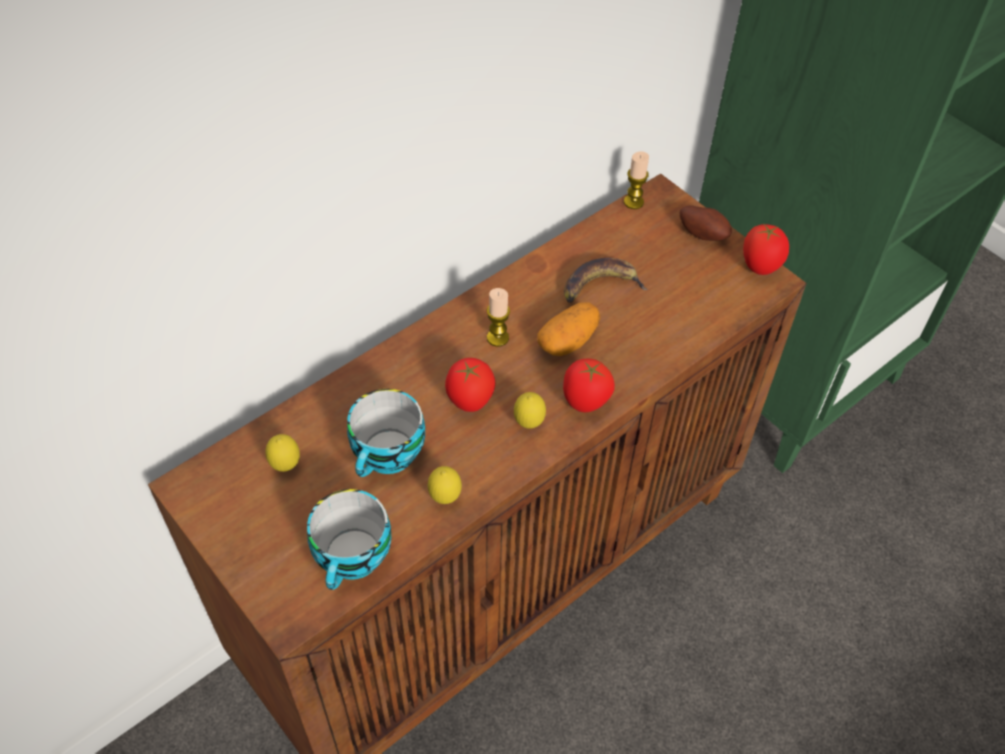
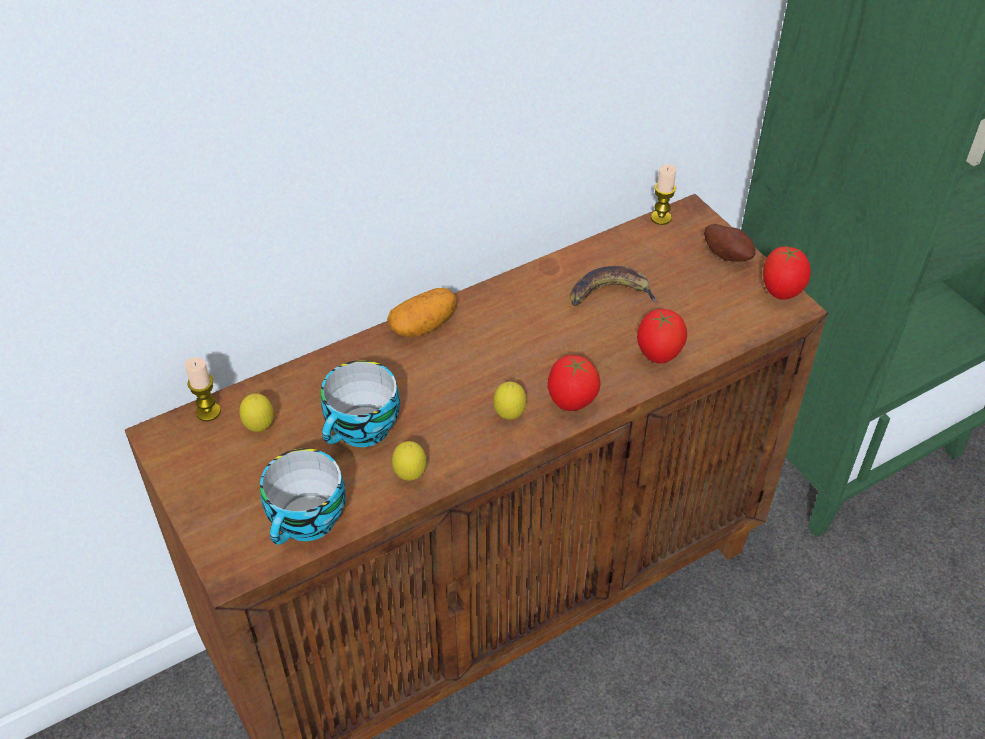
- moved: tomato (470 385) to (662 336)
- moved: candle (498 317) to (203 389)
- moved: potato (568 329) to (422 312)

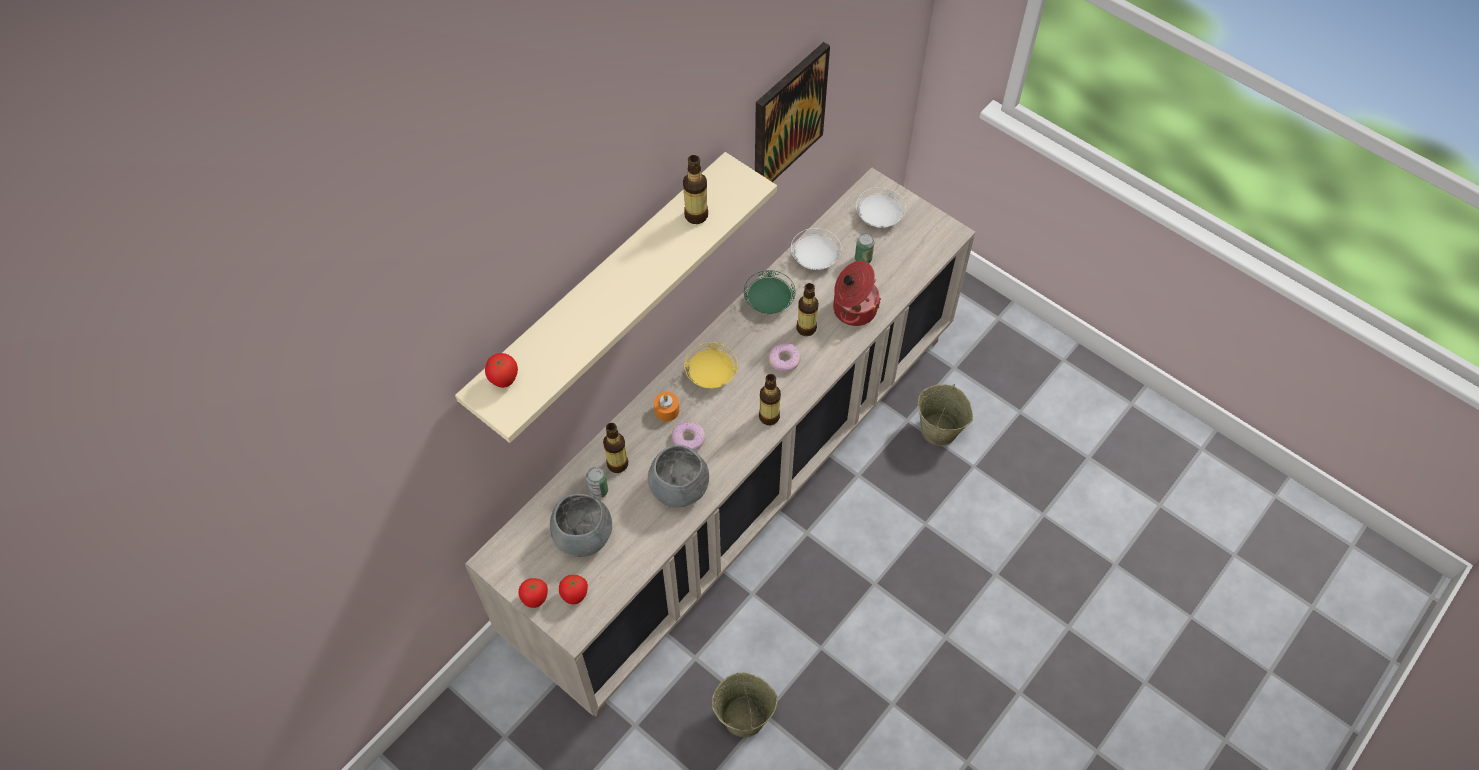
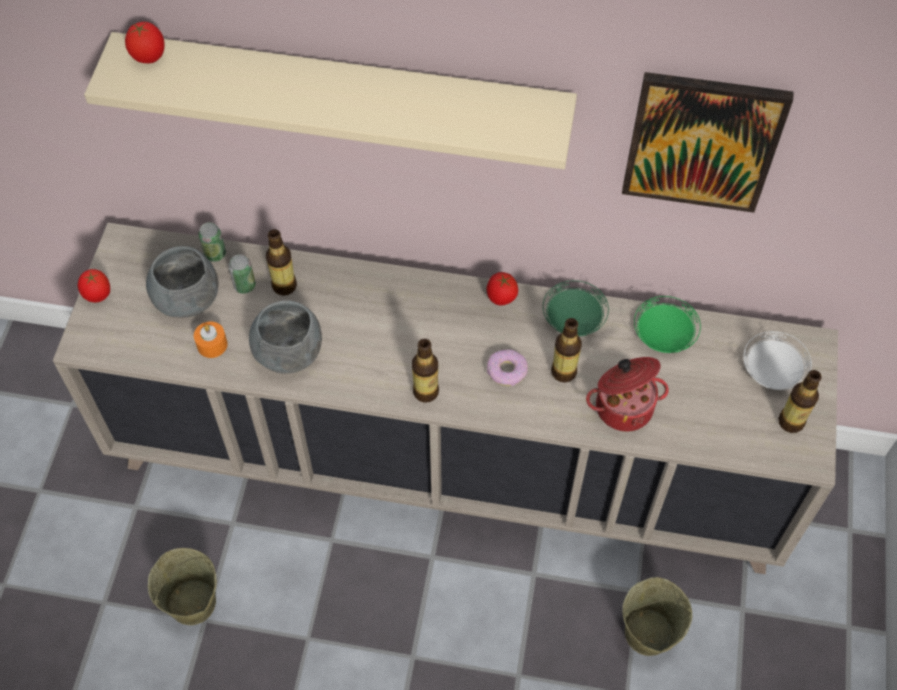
- removed: donut (688 436)
- removed: yellow plate (711 365)
- moved: tomato (573 589) to (502 288)
- moved: orange candle (666 407) to (211 340)
- moved: bottle (695 189) to (800 401)
- moved: can (864 248) to (212 242)
- recoloured: white plate (816 249) to green plate (667 324)

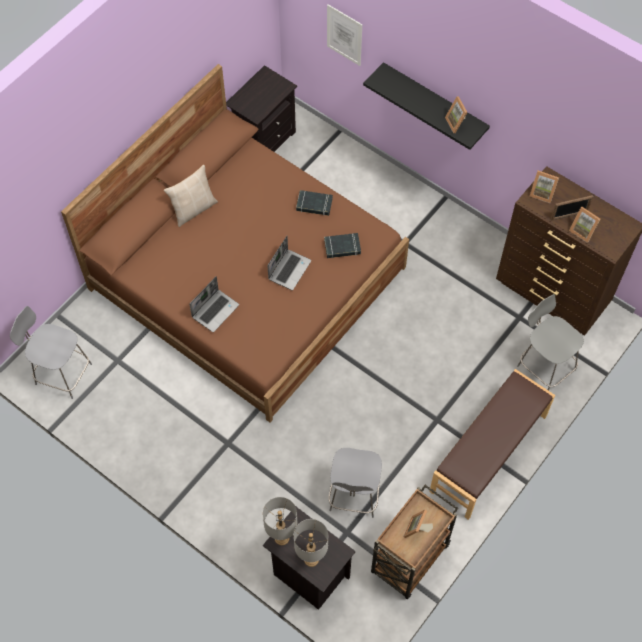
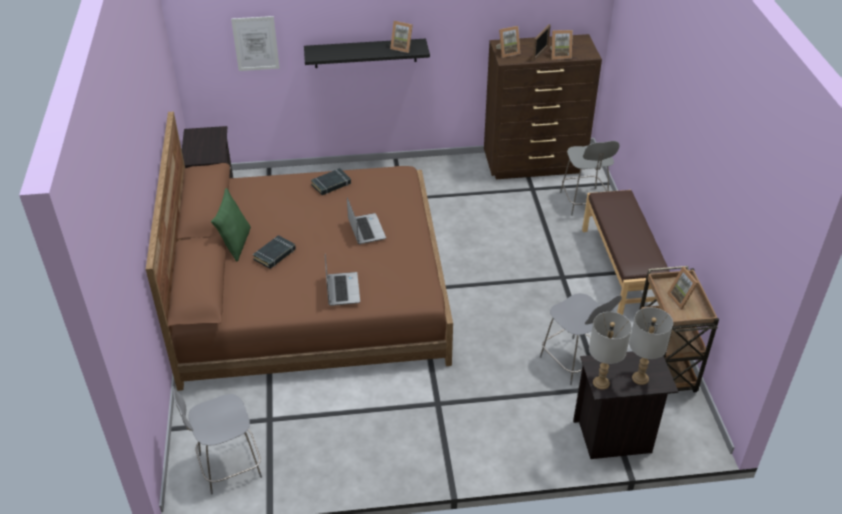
- moved: black book (342 245) to (274 252)
- recoloured: beige pillow (191 196) to green pillow (231 224)
- turned: grey chair (550 342) = (590 178) 105 degrees counterclockwise

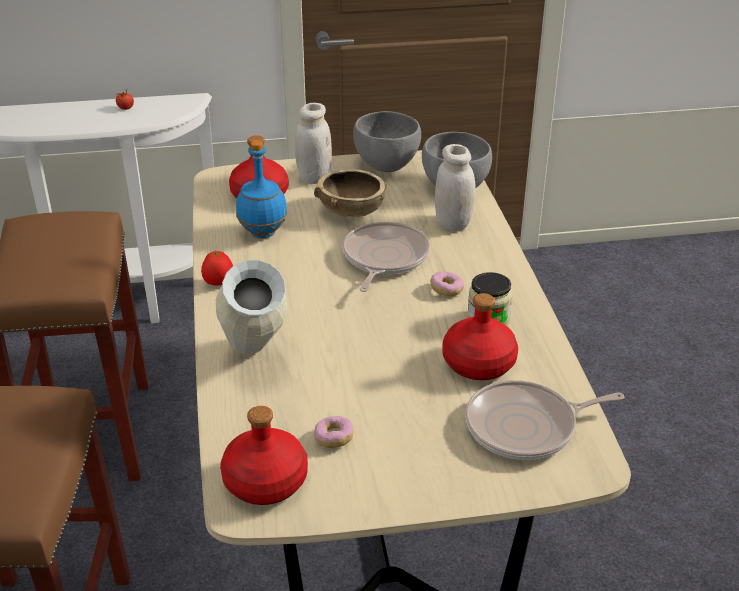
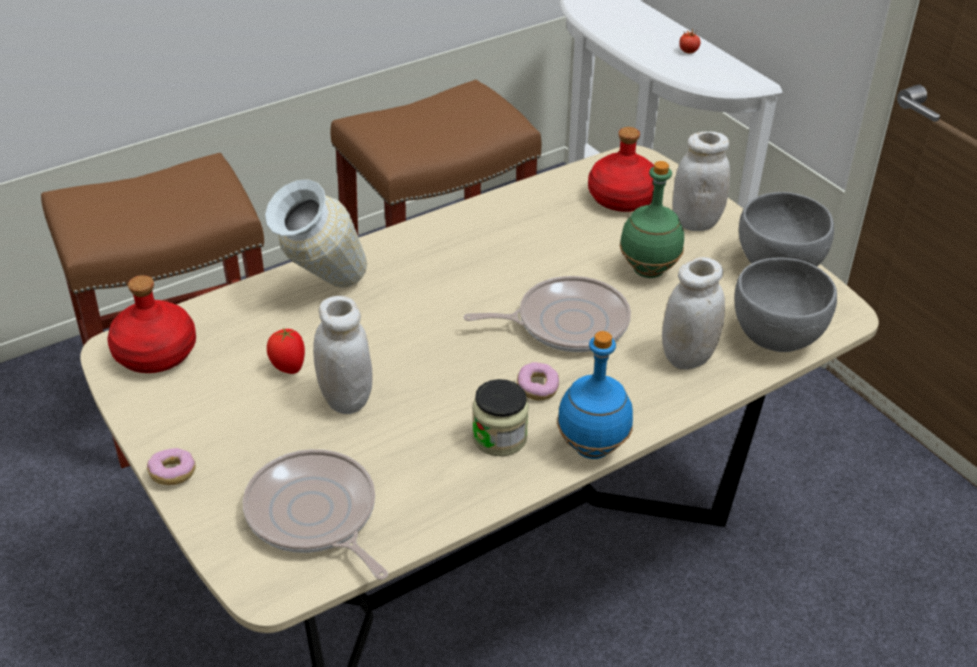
- removed: red bottle (480 336)
- added: white jar (343 355)
- moved: tomato (217 268) to (286 351)
- moved: blue bottle (261 190) to (595 395)
- moved: donut (334 432) to (171 466)
- replaced: brown bowl (350 193) to green bottle (652 219)

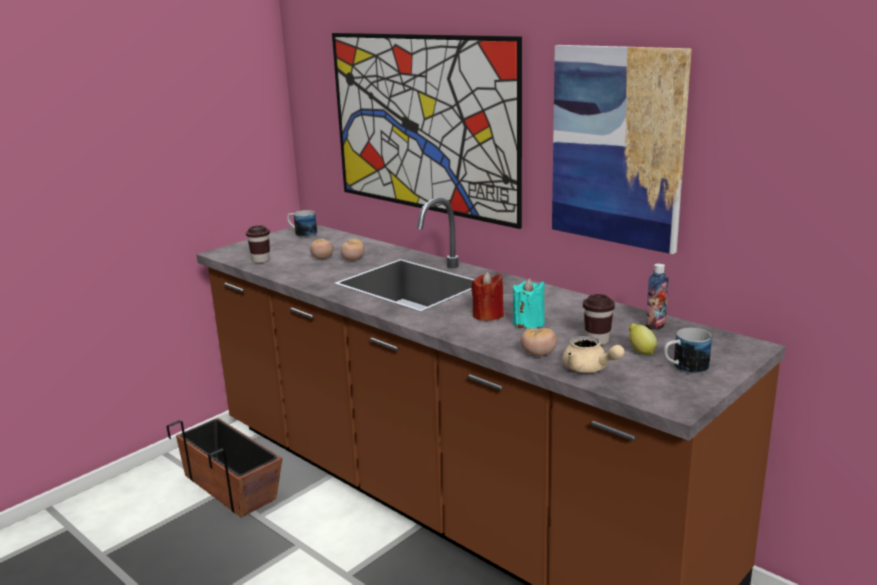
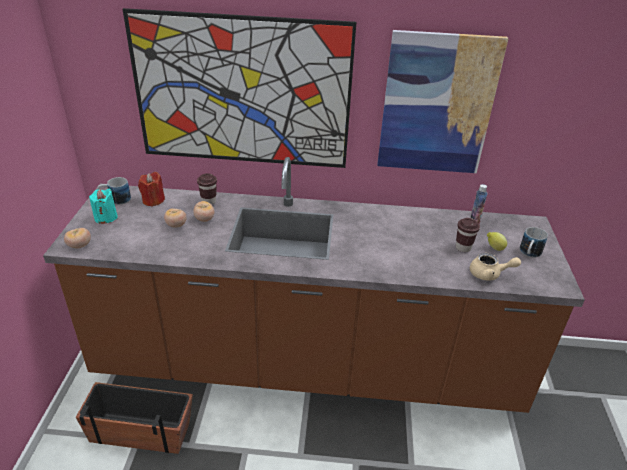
- moved: brown cup (258 244) to (207 189)
- moved: red candle (487 296) to (151 189)
- moved: turquoise candle (529 303) to (103 206)
- moved: tomato (539 342) to (77 238)

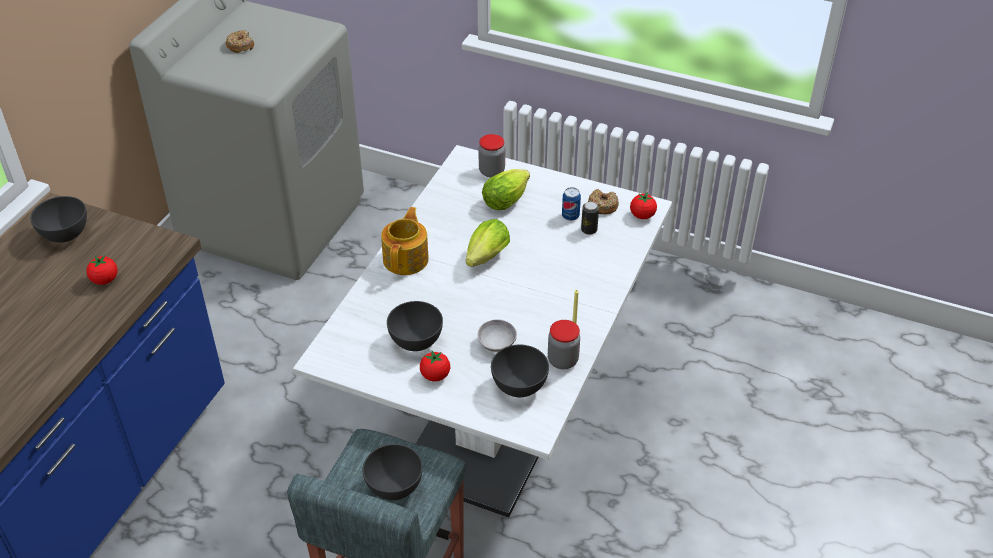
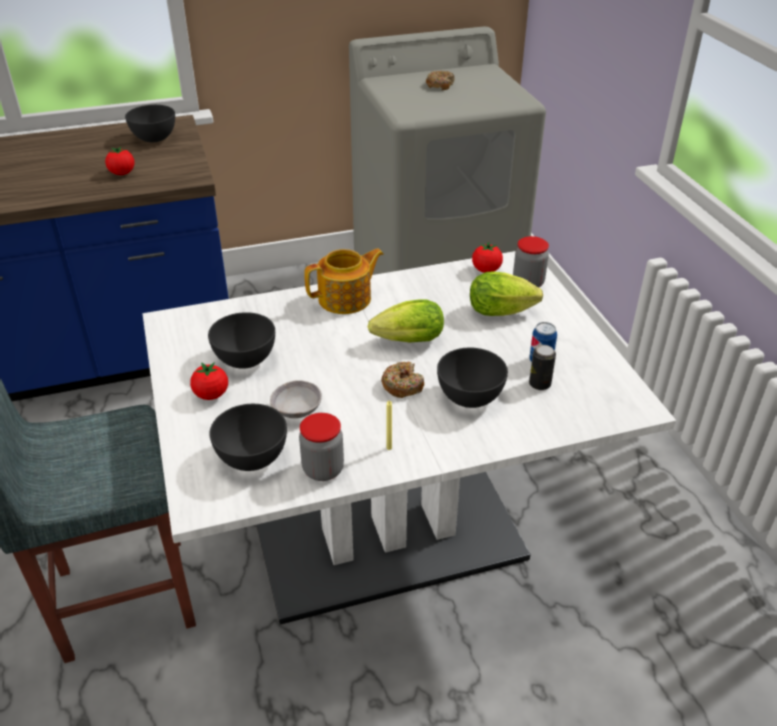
- moved: grey bowl (392 472) to (472 378)
- moved: donut (603 201) to (402 380)
- moved: tomato (643 205) to (487 257)

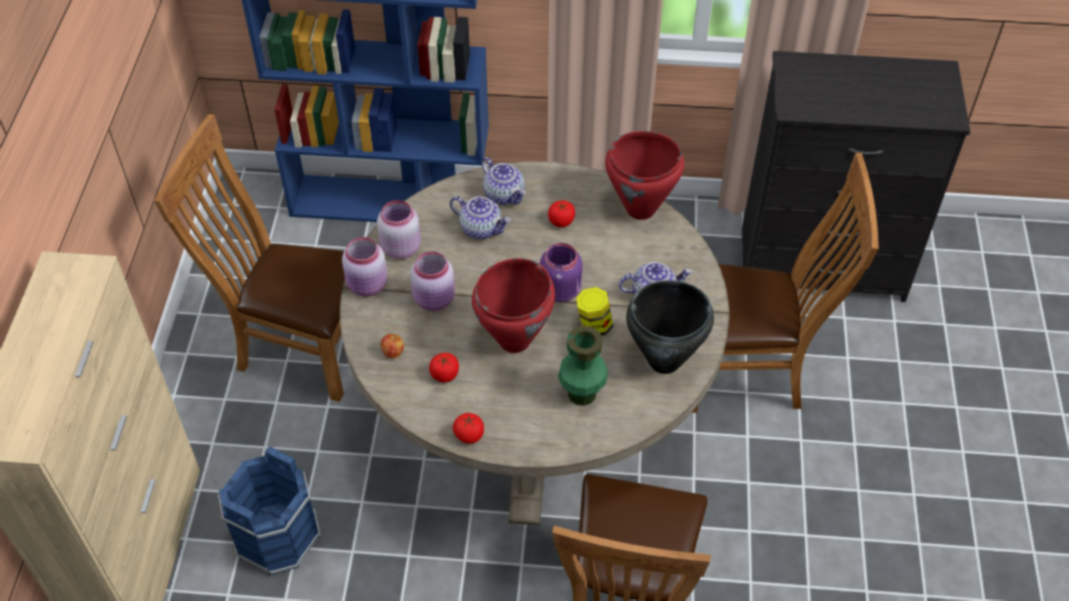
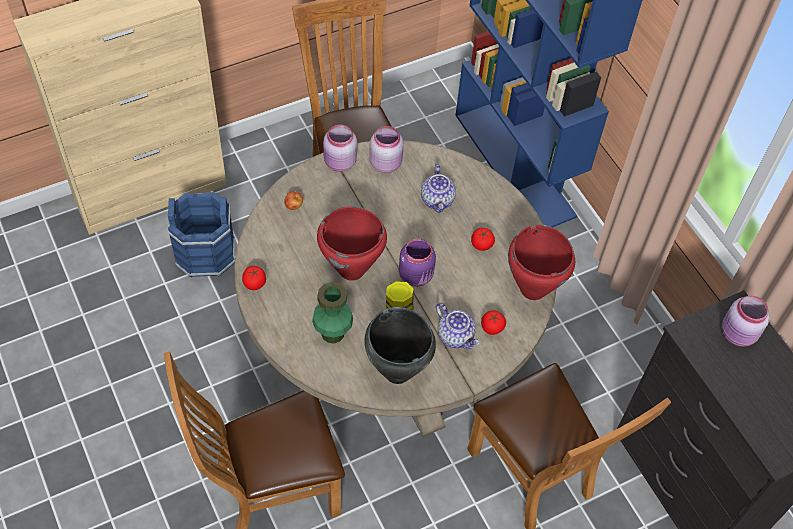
- removed: teapot (503 181)
- moved: pink jar (432 281) to (746 321)
- moved: tomato (444 367) to (493 322)

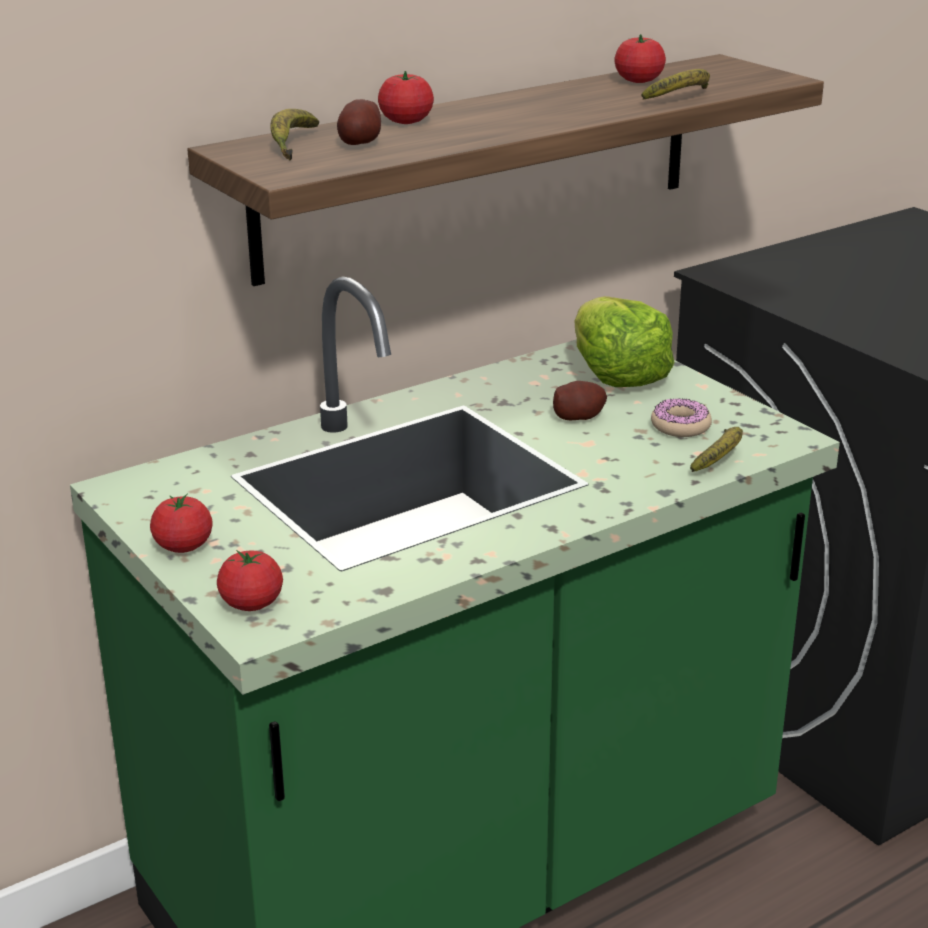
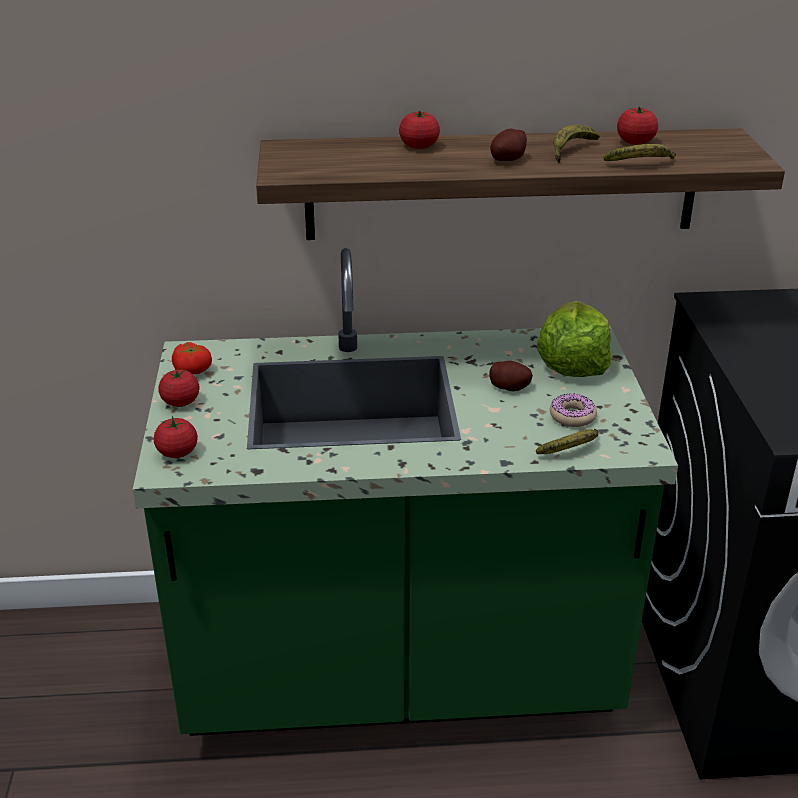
- added: tomato (192 358)
- moved: banana (295 134) to (576 144)
- moved: potato (359 122) to (508 144)

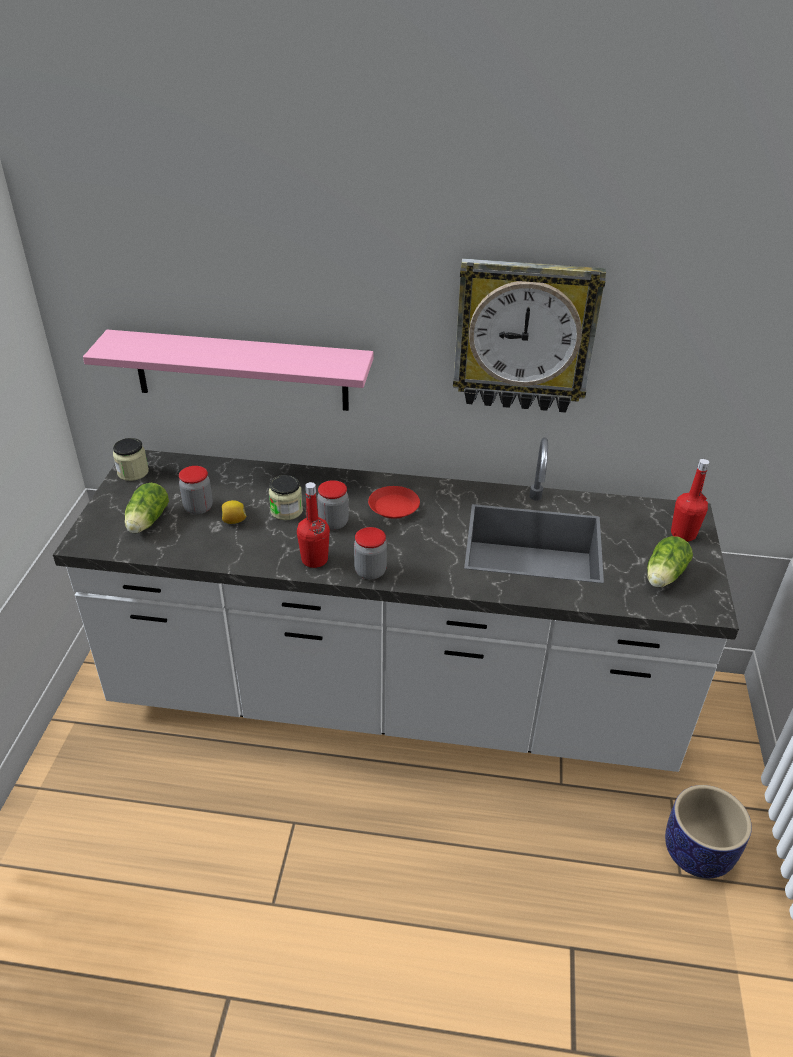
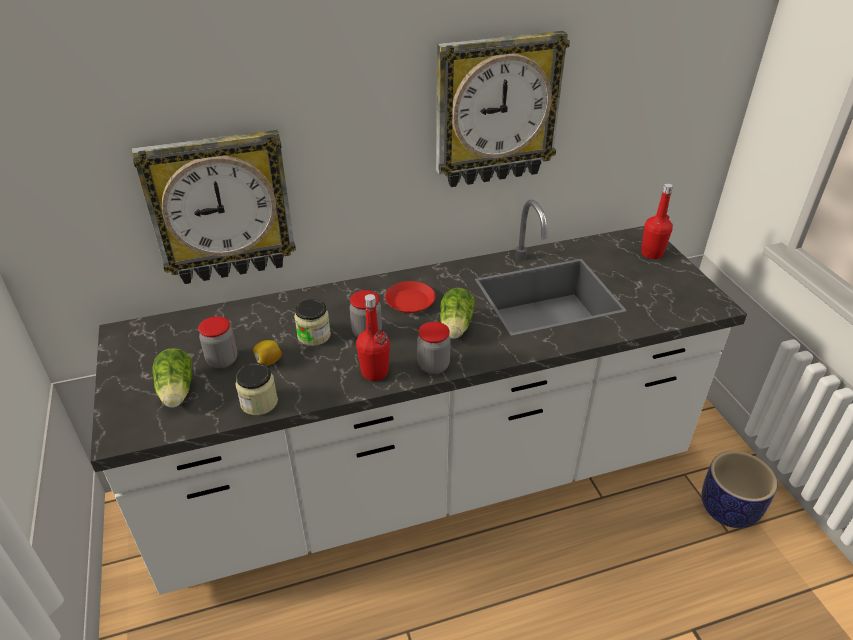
- moved: jar (131 459) to (257 389)
- moved: lettuce (670 562) to (457 313)
- replaced: pink shelf (228 370) to wall clock (214 207)

